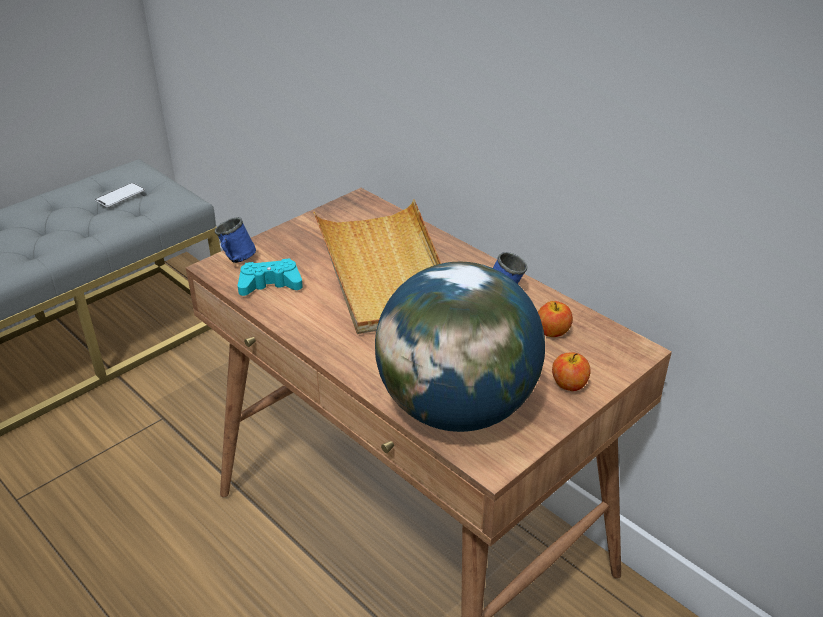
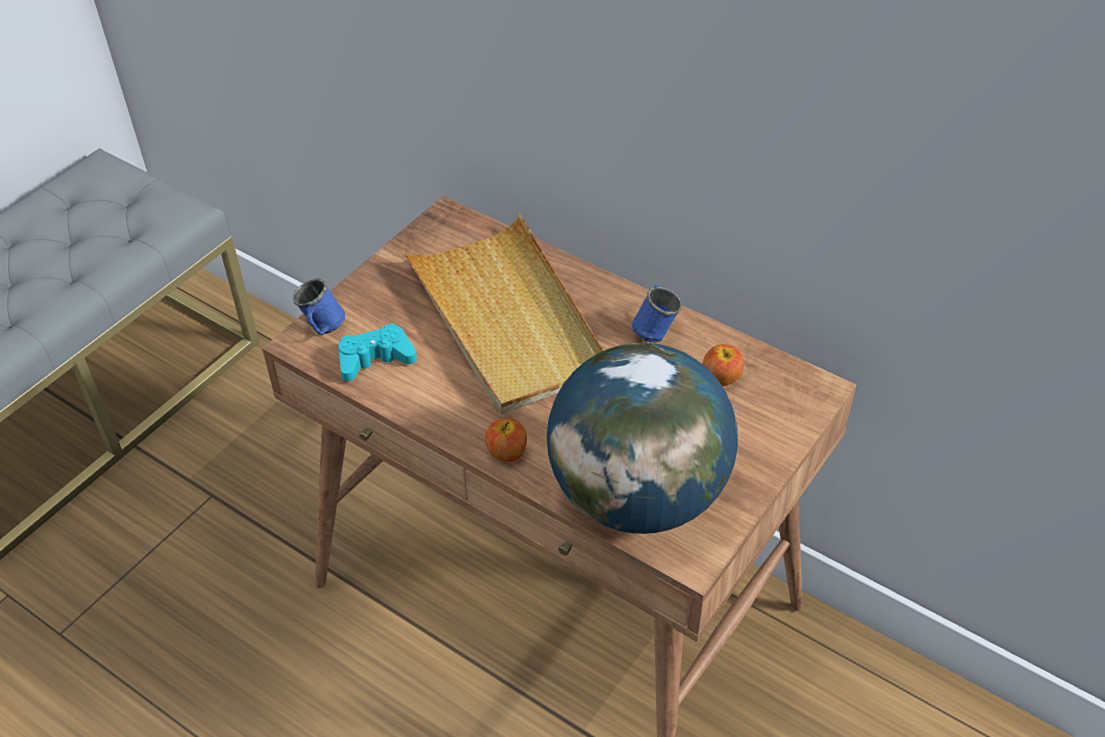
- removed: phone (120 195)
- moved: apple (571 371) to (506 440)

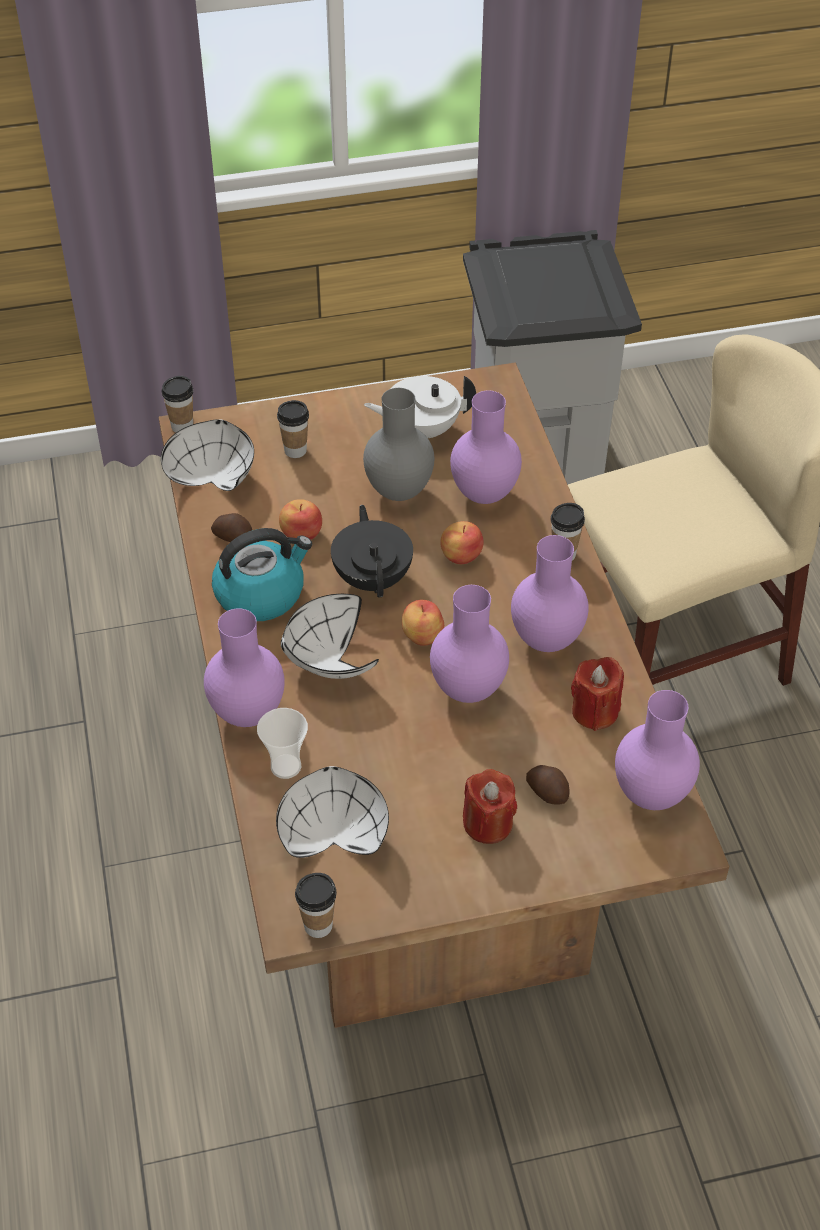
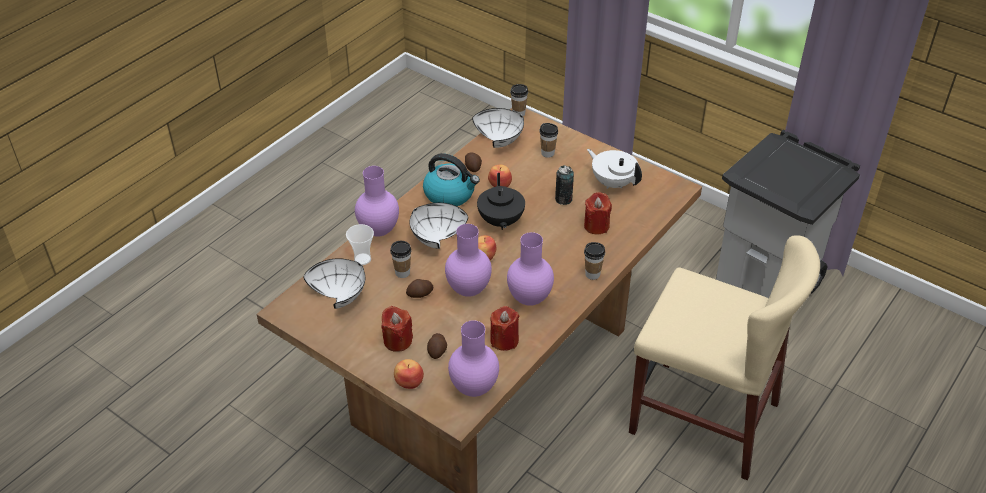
- added: potato (419 288)
- moved: cup (315 905) to (401 259)
- moved: apple (462 542) to (409 374)
- replaced: grey vase (398 444) to can (564 185)
- replaced: purple vase (486 447) to red candle (598 213)
- turned: black teapot (372 551) = (501 201) 135 degrees clockwise

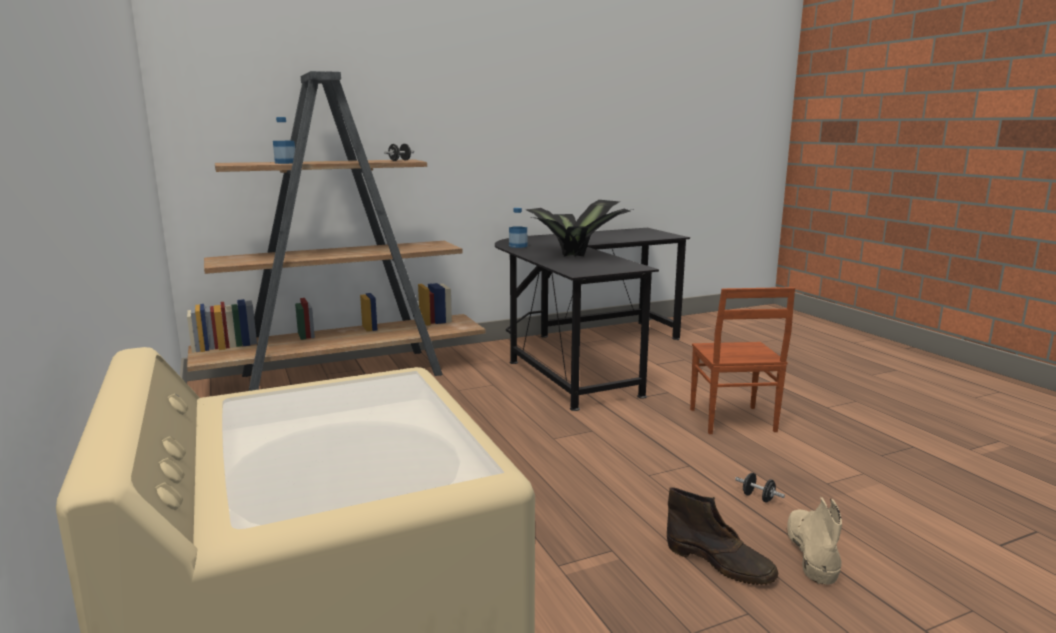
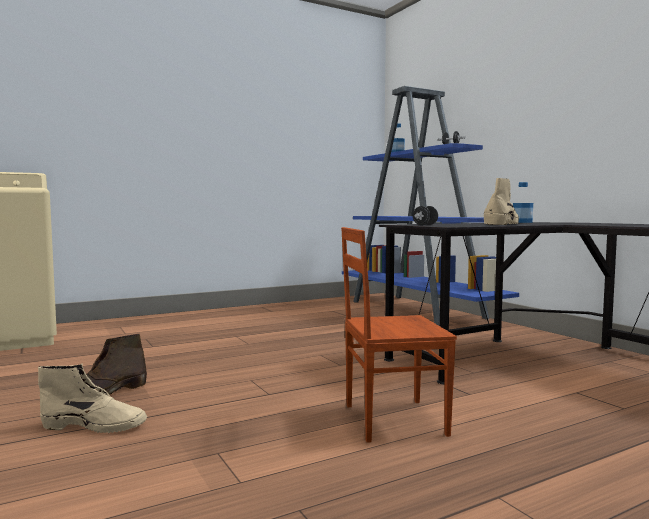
- moved: black dumbbell (760 488) to (425 216)
- replaced: potted plant (580 228) to beige boot (501 201)
- recoloured: brown bookcase (336 231) to blue bookcase (430 206)

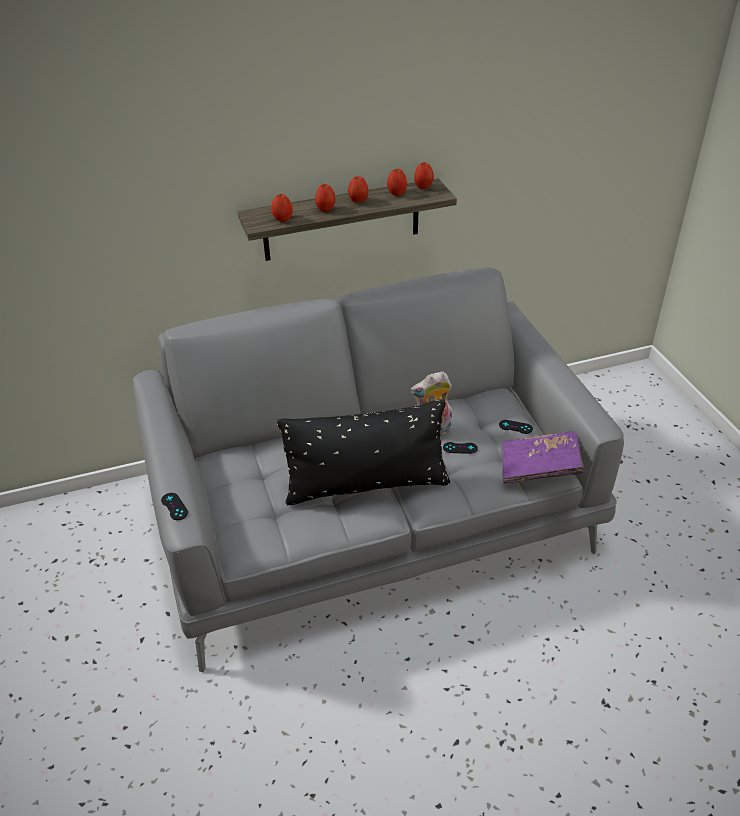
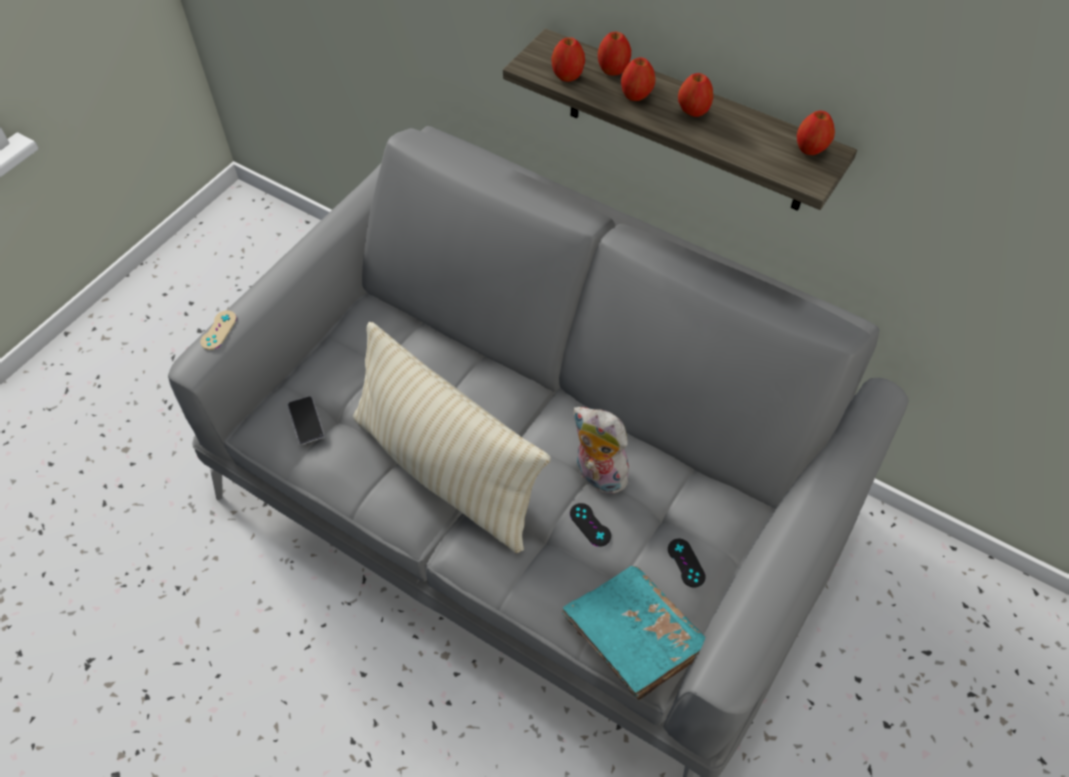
- added: phone (305 420)
- moved: apple (397 182) to (614 54)
- recoloured: black game controller (174 506) to beige game controller (218 330)
- recoloured: black pillow (363 452) to beige pillow (452 437)
- recoloured: purple book (543 457) to turquoise book (633 633)

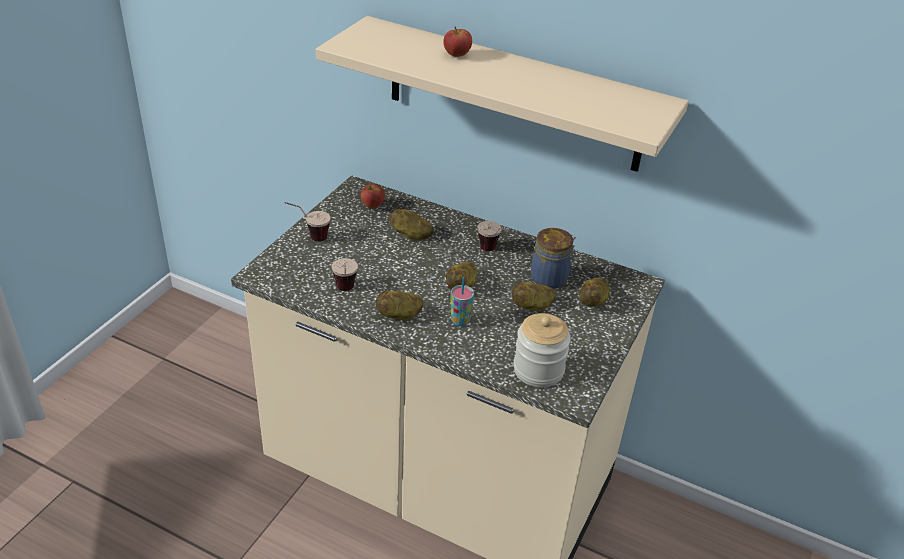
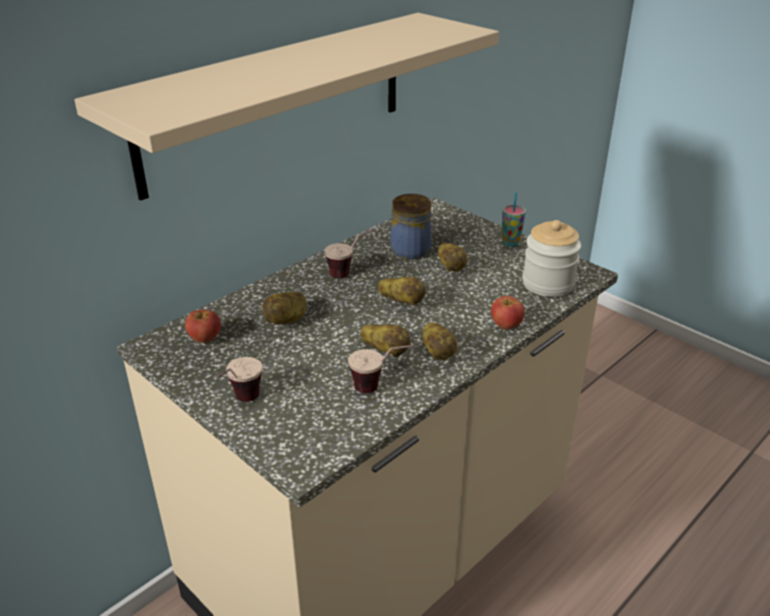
- moved: apple (457 41) to (507 313)
- moved: cup (462 301) to (514 219)
- moved: potato (595 292) to (385 340)

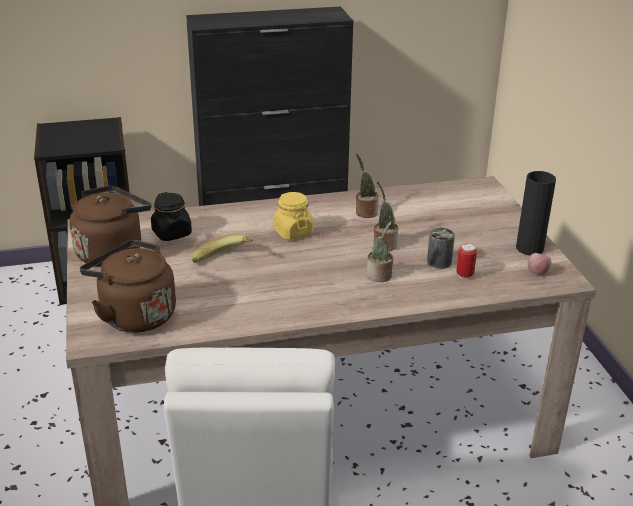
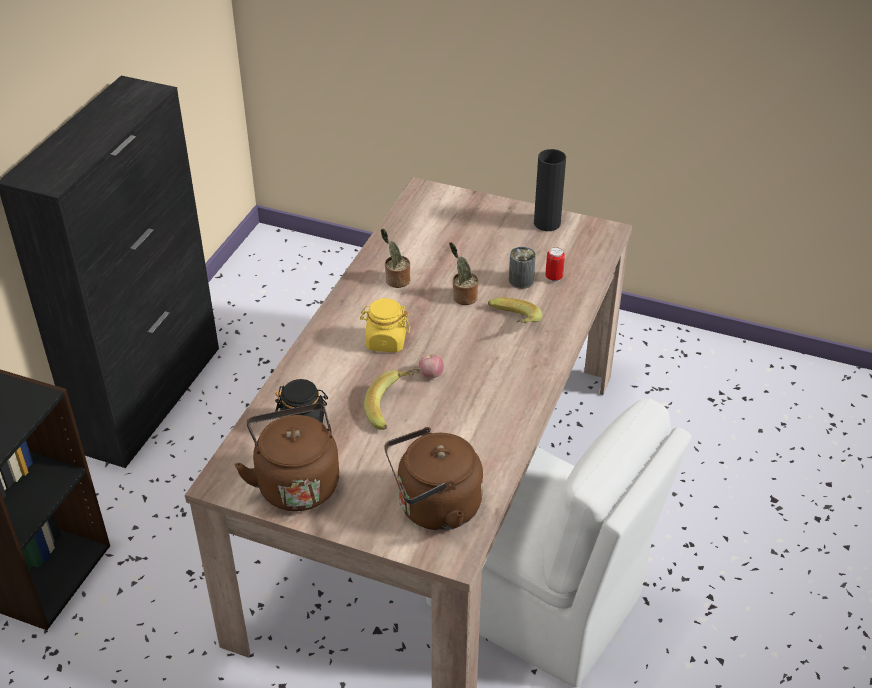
- moved: apple (539 264) to (431 366)
- replaced: potted plant (380 251) to banana (515 310)

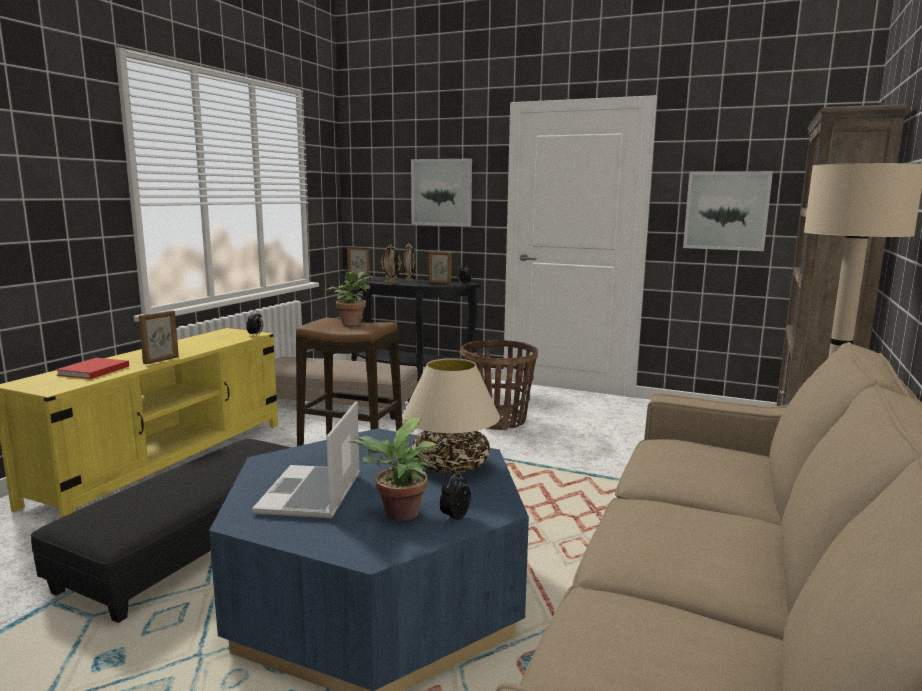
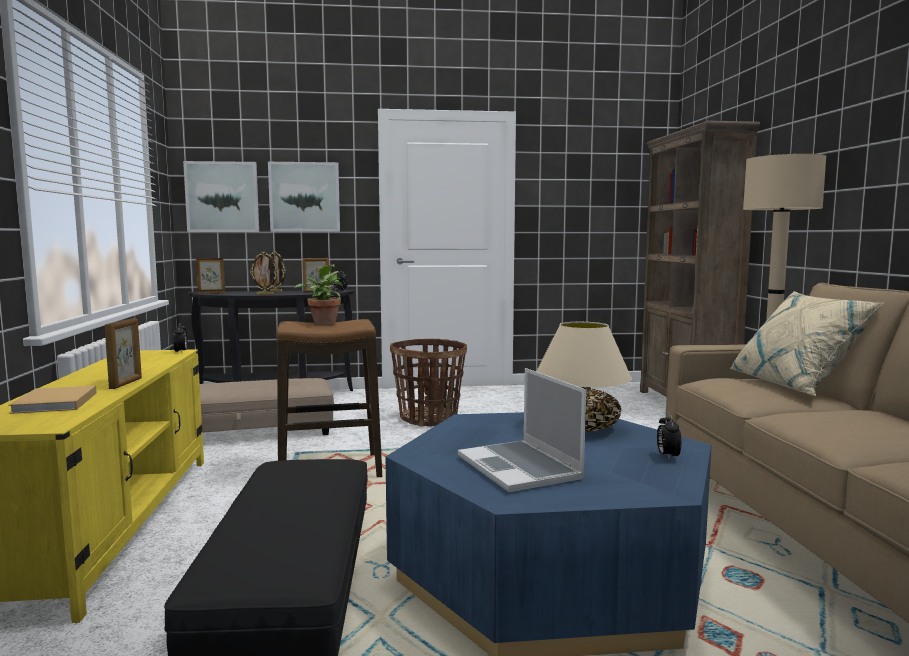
- removed: potted plant (392 469)
- added: beige pillow (807 343)
- moved: picture (728 211) to (221 196)
- recoloured: red book (92 368) to beige book (52 399)

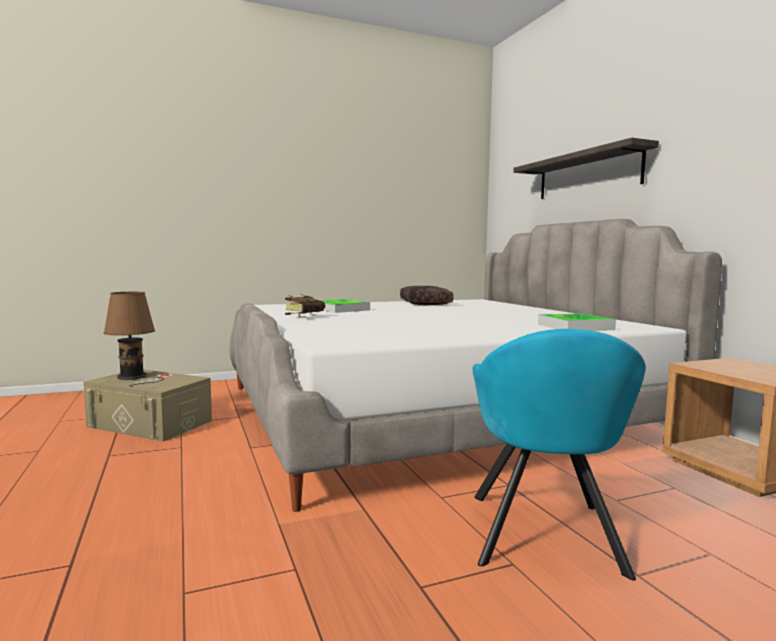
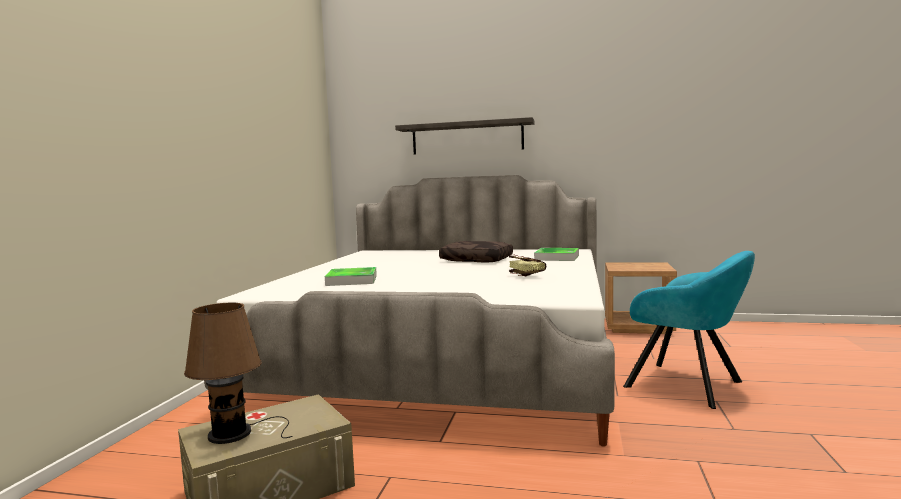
- moved: book (305 305) to (527 265)
- moved: brown pillow (427 295) to (476 251)

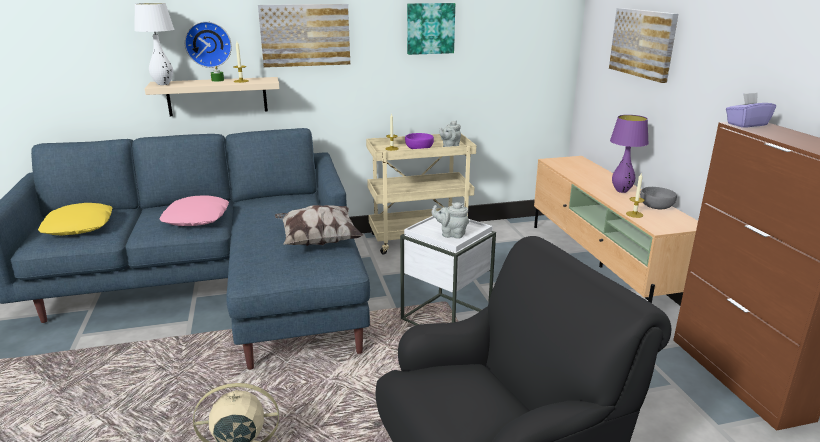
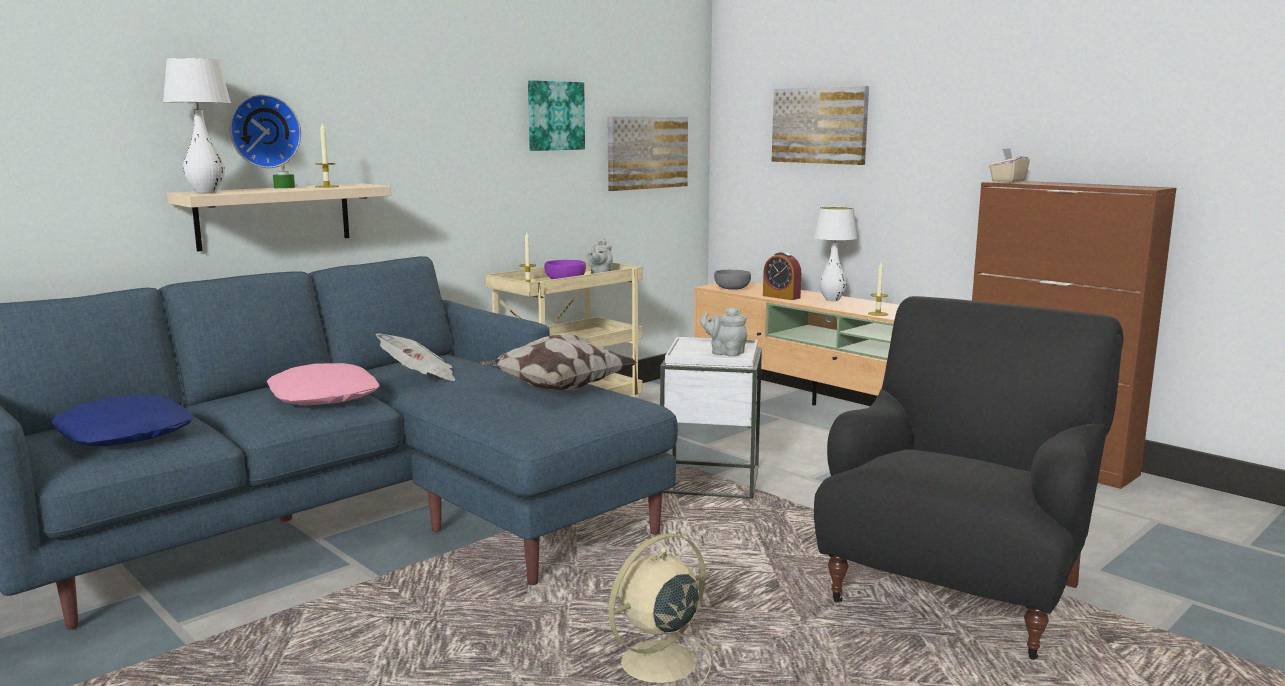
- added: newspaper (415 357)
- added: alarm clock (782 276)
- moved: picture (304 36) to (648 153)
- moved: grey bowl (658 198) to (732 280)
- recoloured: yellow pillow (75 219) to blue pillow (122 420)
- recoloured: purple table lamp (629 154) to white table lamp (835 254)
- recoloured: purple tissue box (751 110) to beige tissue box (1009 165)
- turned: grey teapot (450 220) = (723 332) 45 degrees clockwise

